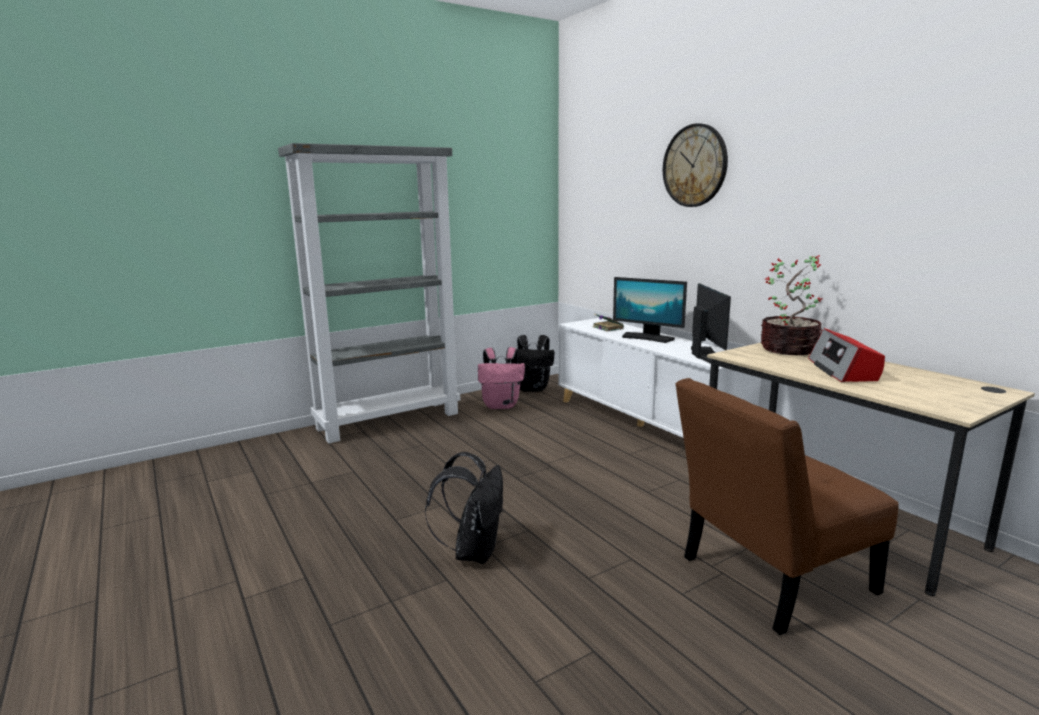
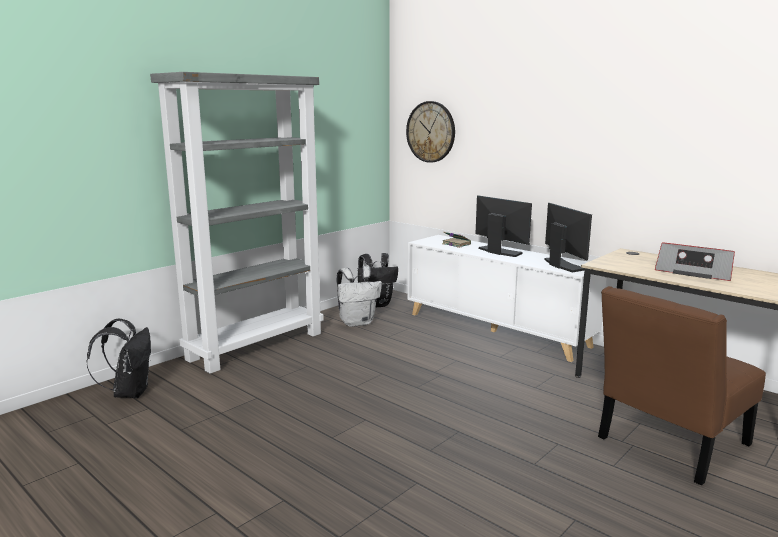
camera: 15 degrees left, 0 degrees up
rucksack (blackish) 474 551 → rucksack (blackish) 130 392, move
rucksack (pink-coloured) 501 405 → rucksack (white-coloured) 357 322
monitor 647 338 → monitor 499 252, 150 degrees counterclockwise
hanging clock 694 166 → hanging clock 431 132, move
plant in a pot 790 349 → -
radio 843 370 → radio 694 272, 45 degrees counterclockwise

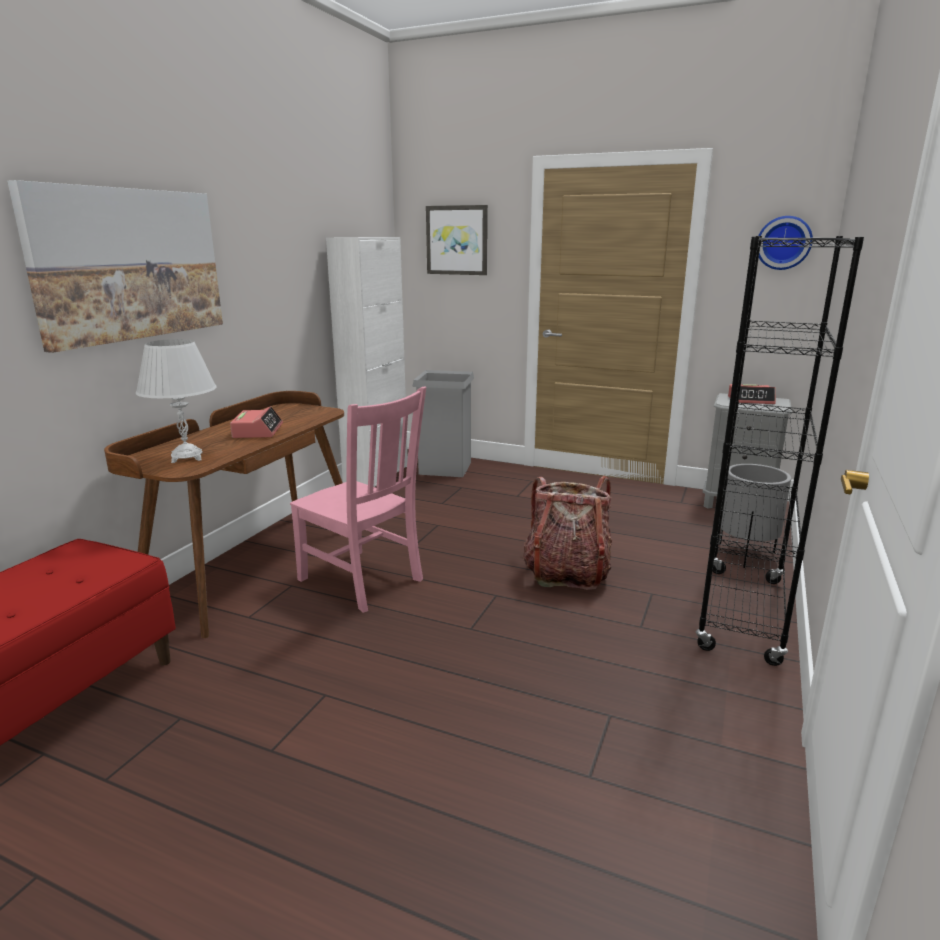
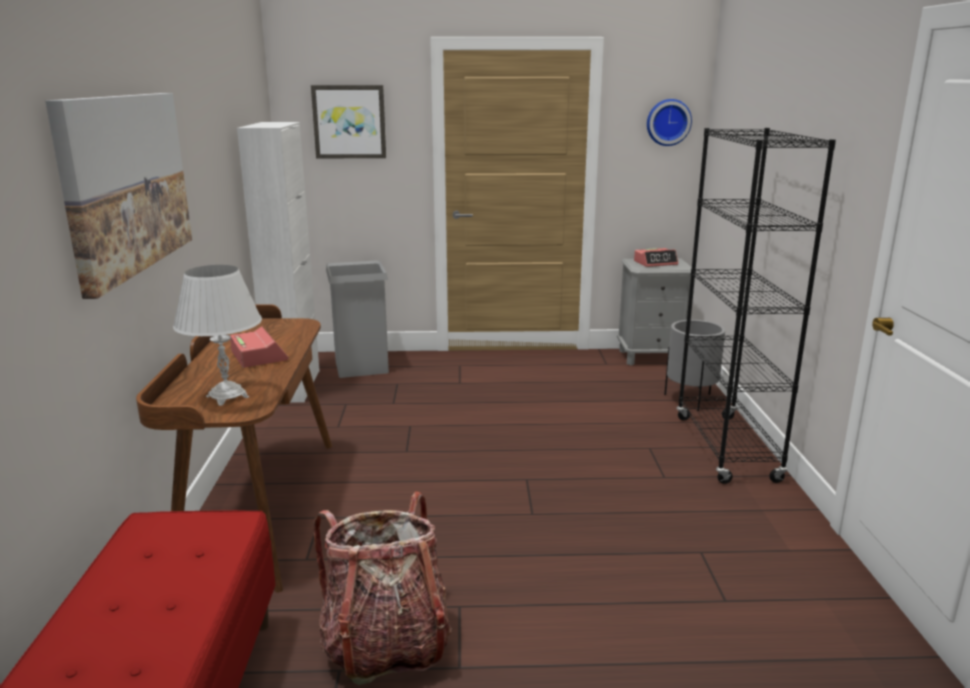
camera: 25 degrees left, 0 degrees up
plain chair (pink-coloured) 363 581 → -
rucksack 566 573 → rucksack 386 645, move

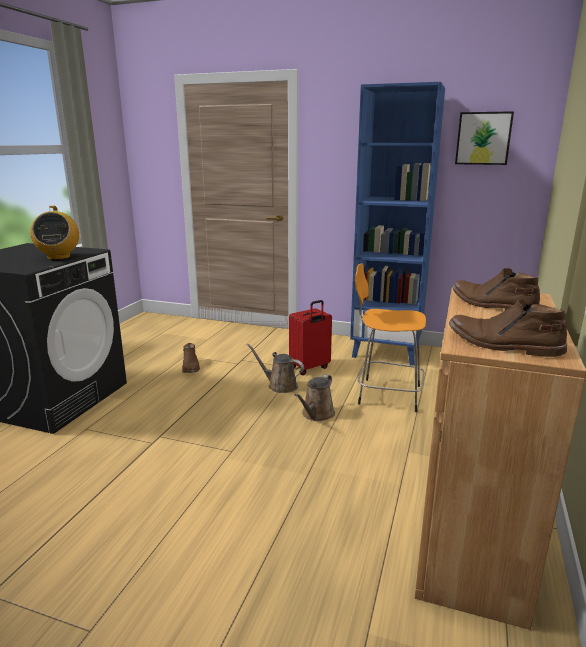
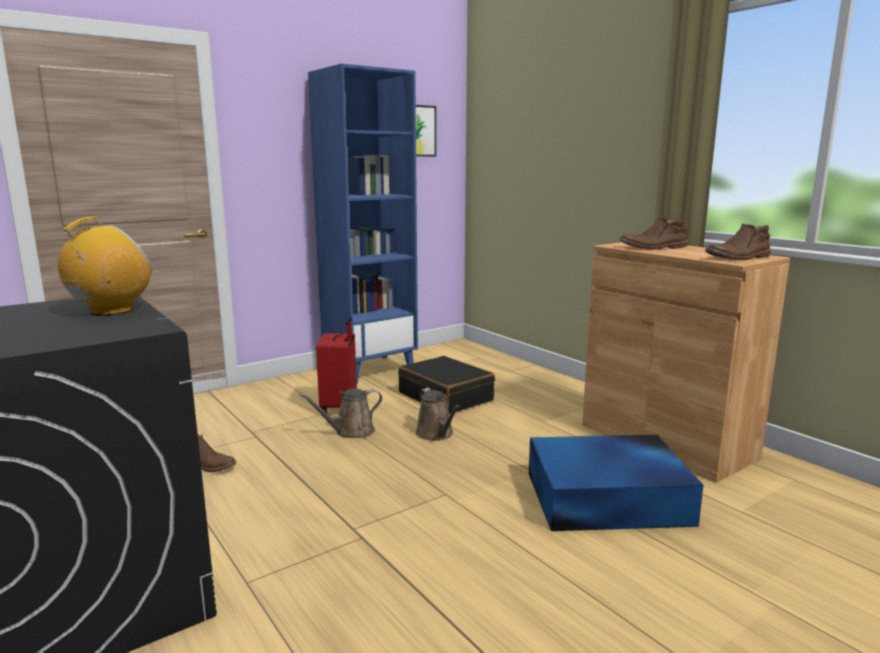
camera: 55 degrees left, 5 degrees down
radio 59 257 → radio 111 311, 75 degrees counterclockwise
sitting stool (orange) 386 394 → piece of luggage (blackish) 446 397
- → storage bin (blue) 609 498

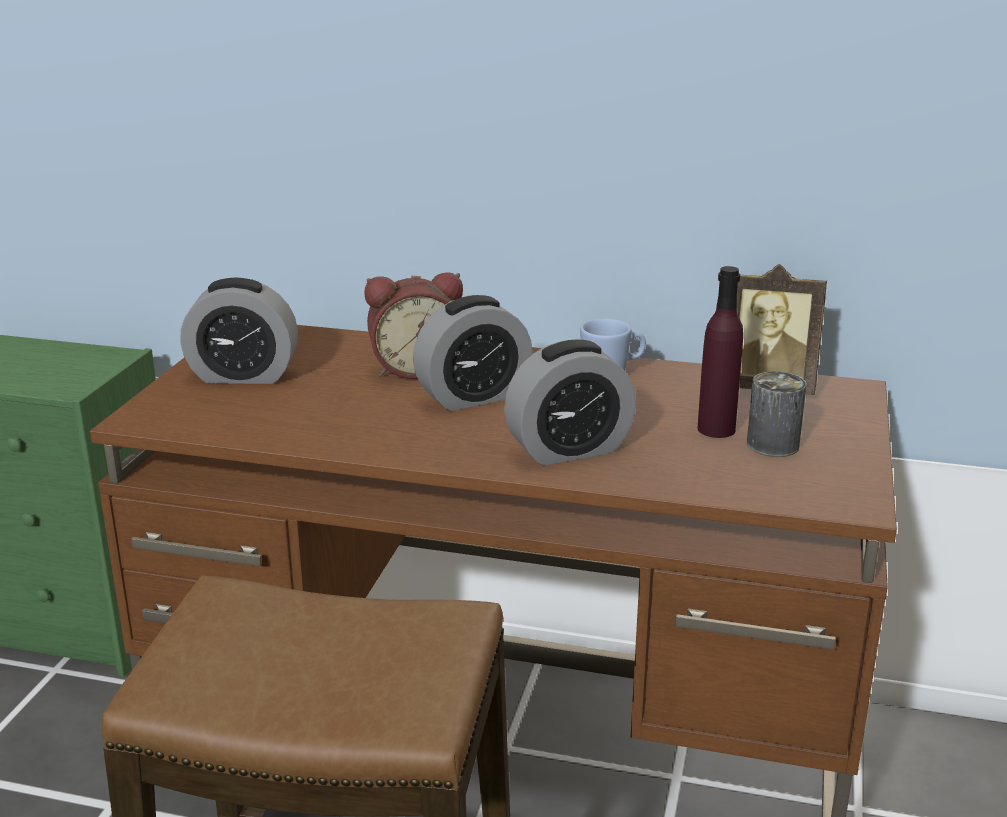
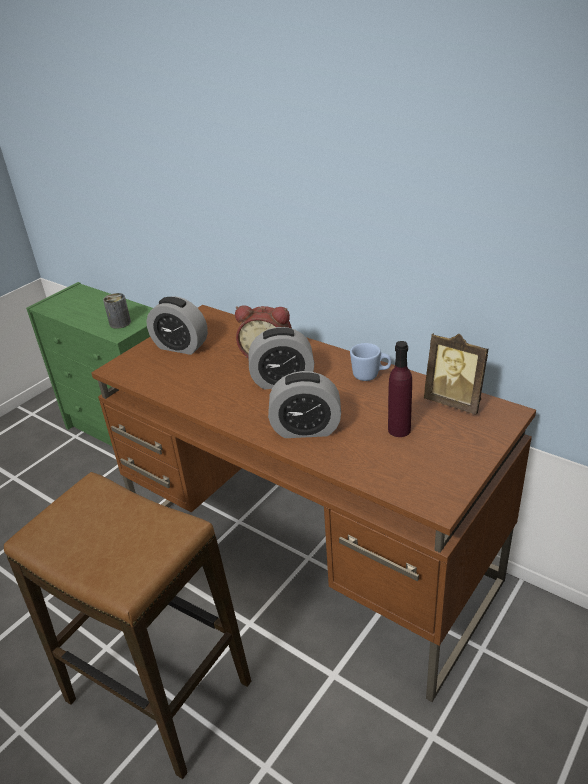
camera: 25 degrees right, 10 degrees up
can 772 445 → can 120 323, move

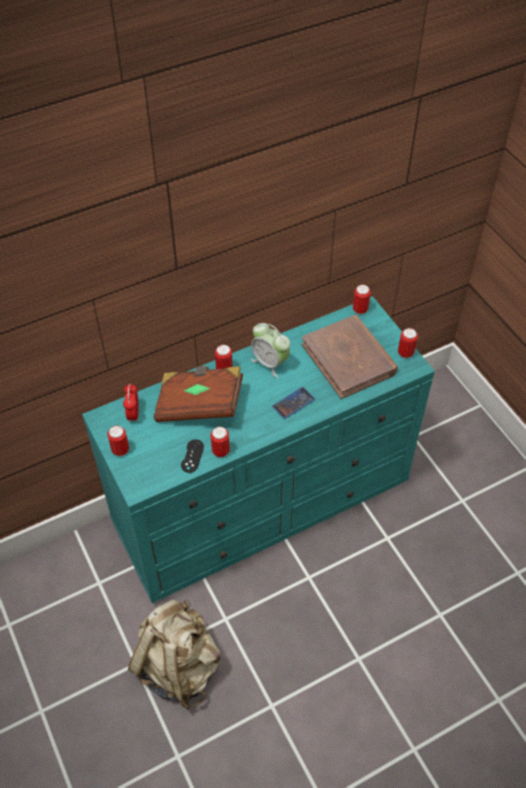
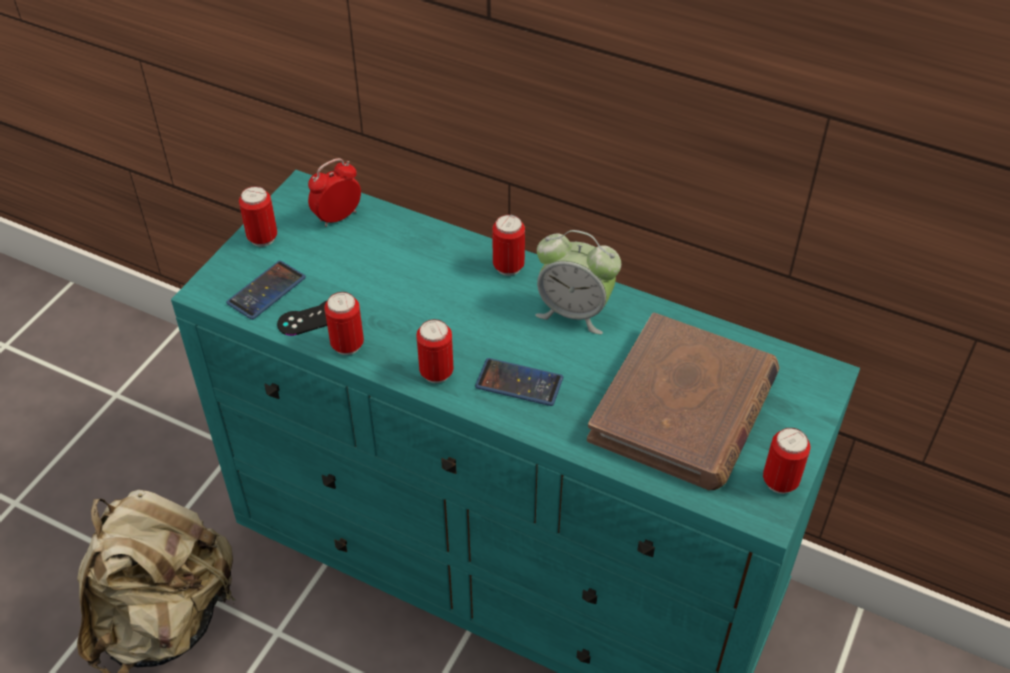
camera: 55 degrees right, 5 degrees down
book (brown) 199 404 → -
alarm clock 270 362 → alarm clock 574 311, 75 degrees counterclockwise
can 360 309 → can 436 373, move
- → handset 266 291

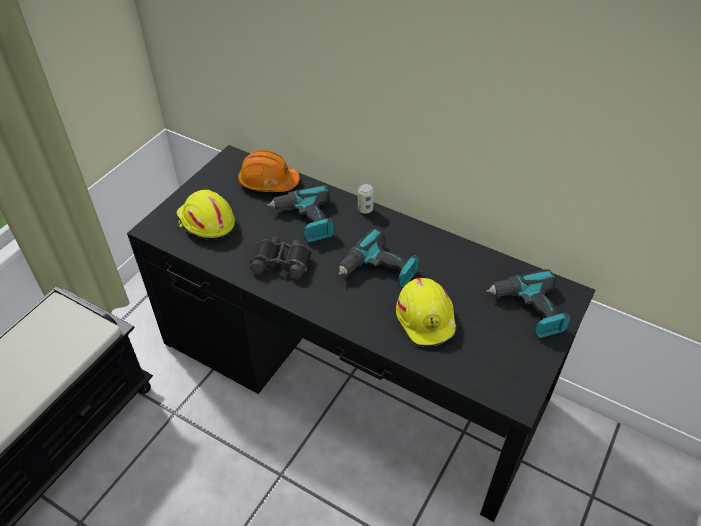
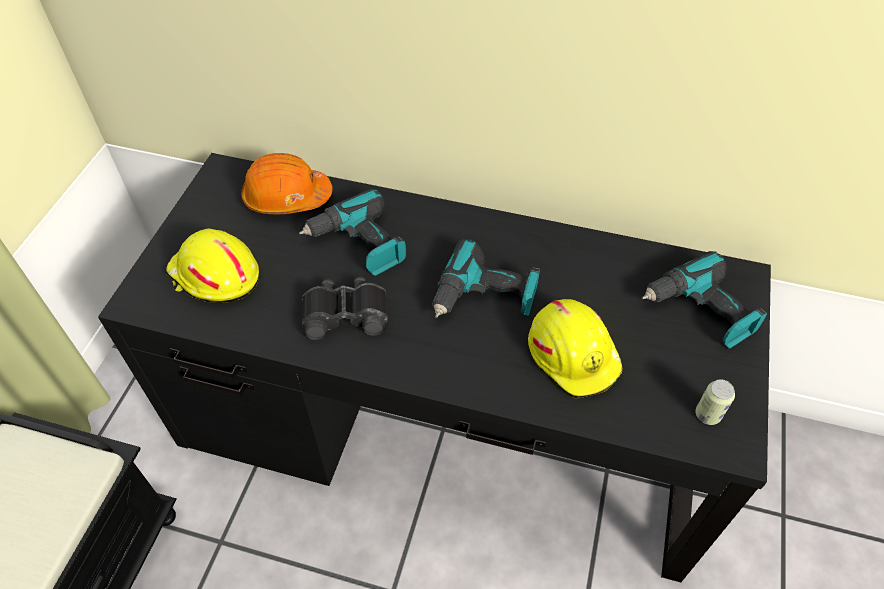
camera: 15 degrees left, 5 degrees up
can 365 209 → can 708 414, move

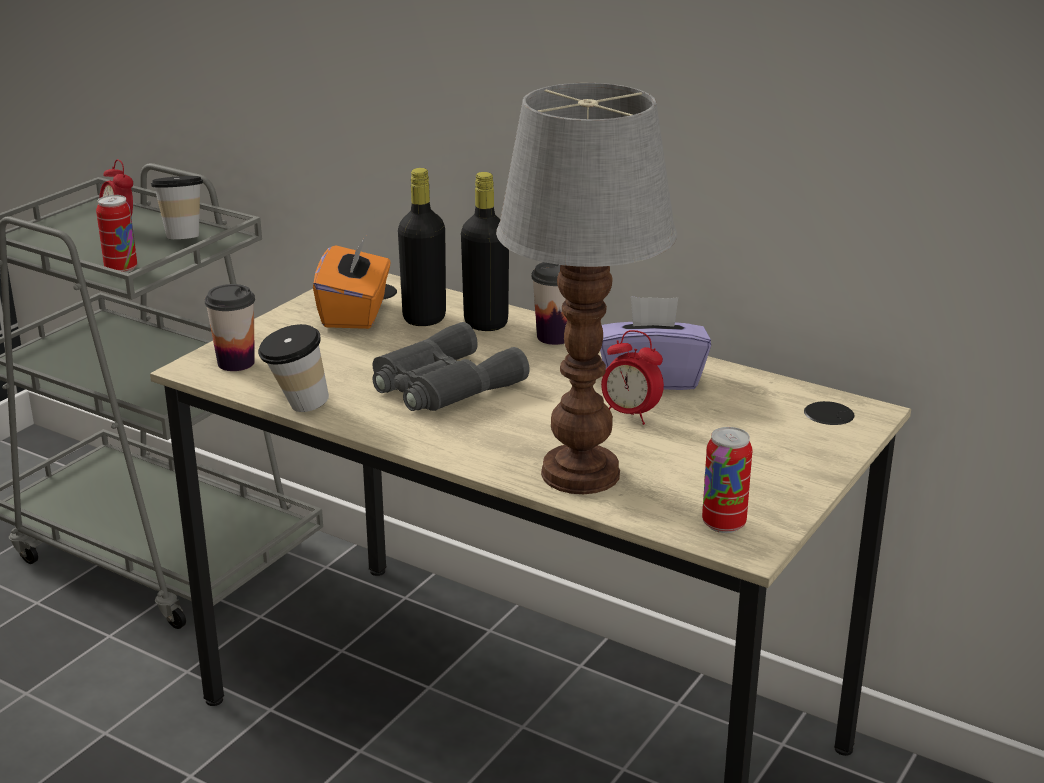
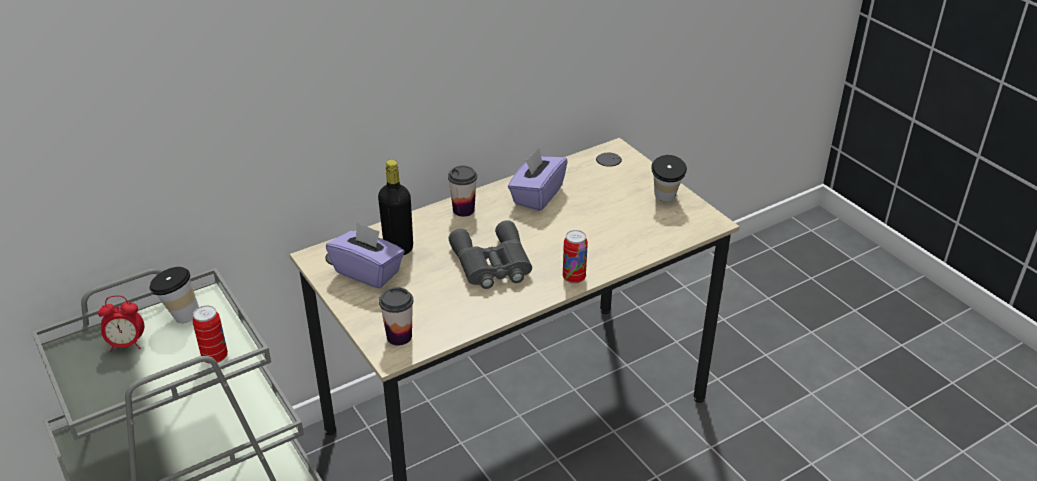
camera: 65 degrees left, 10 degrees up
cup 296 407 → cup 665 200, move
tissue box (orange) 355 313 → tissue box (purple) 368 272
beverage bottle (blackish) 486 323 → -
tabletop lamp 583 474 → -
alarm clock 629 415 → -
can 723 524 → can 574 278, move

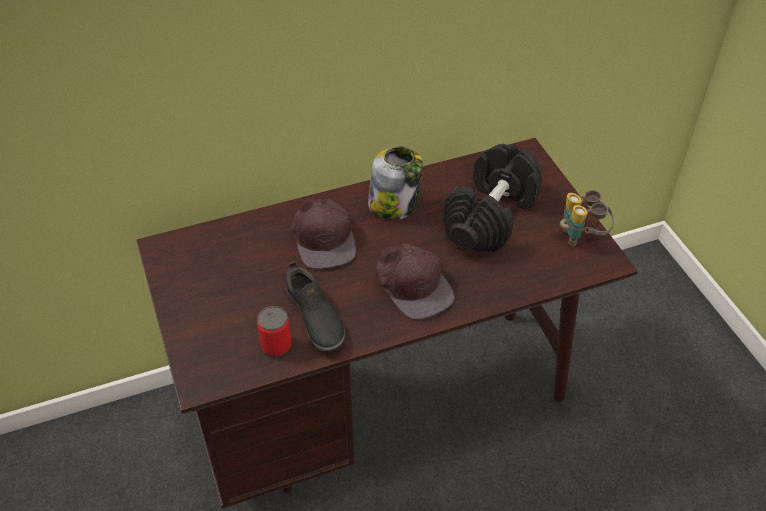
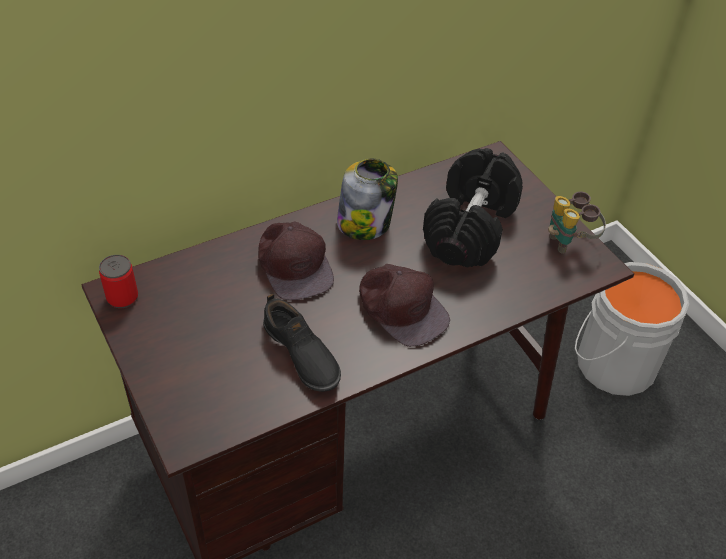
camera: 10 degrees left, 0 degrees up
can 276 345 → can 122 298, move
- → bucket (gray) 611 362

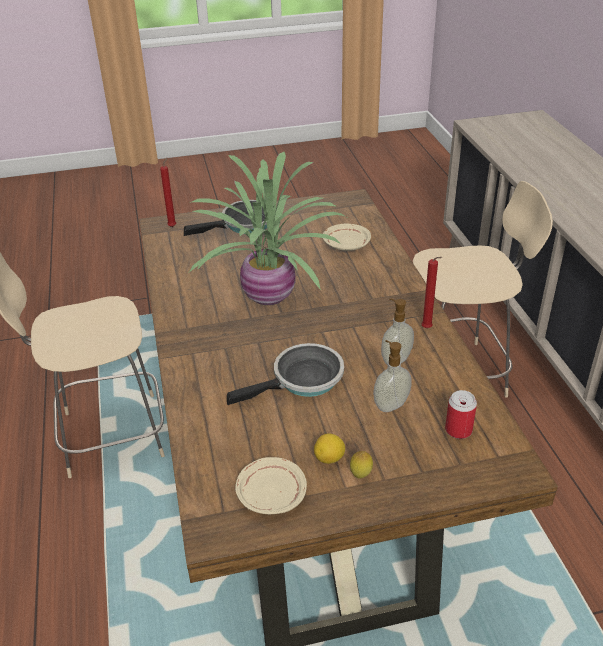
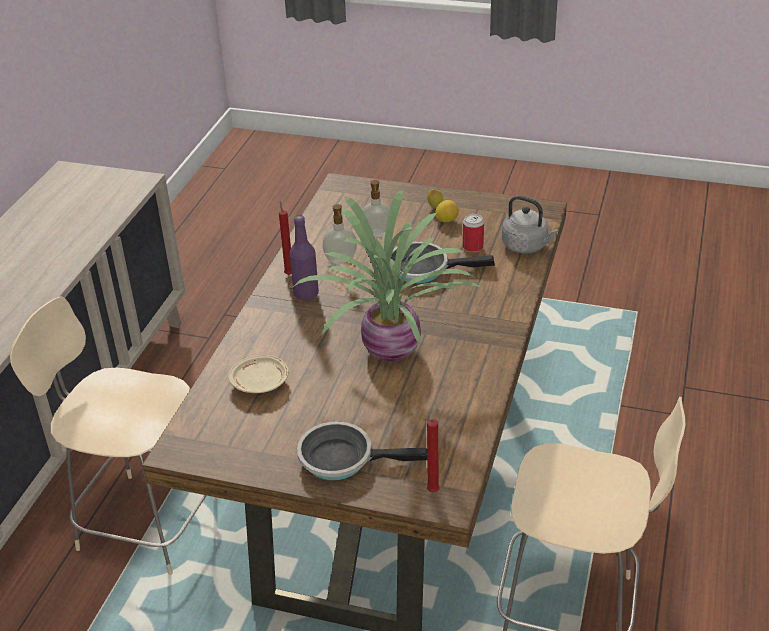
camera: 150 degrees left, 0 degrees up
plate (beige) 271 494 → -
can 458 430 → can 473 247, move
- → beverage bottle (purple) 306 294
- → tea kettle (gray) 527 246

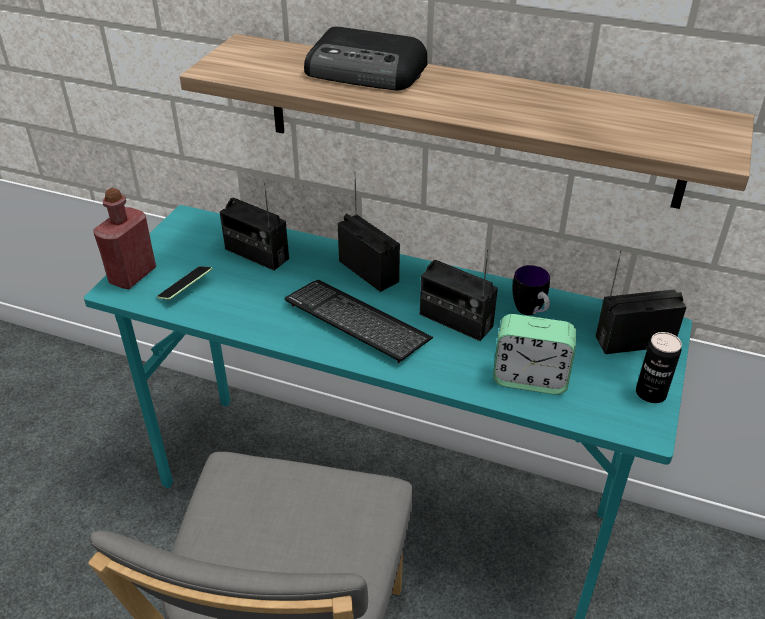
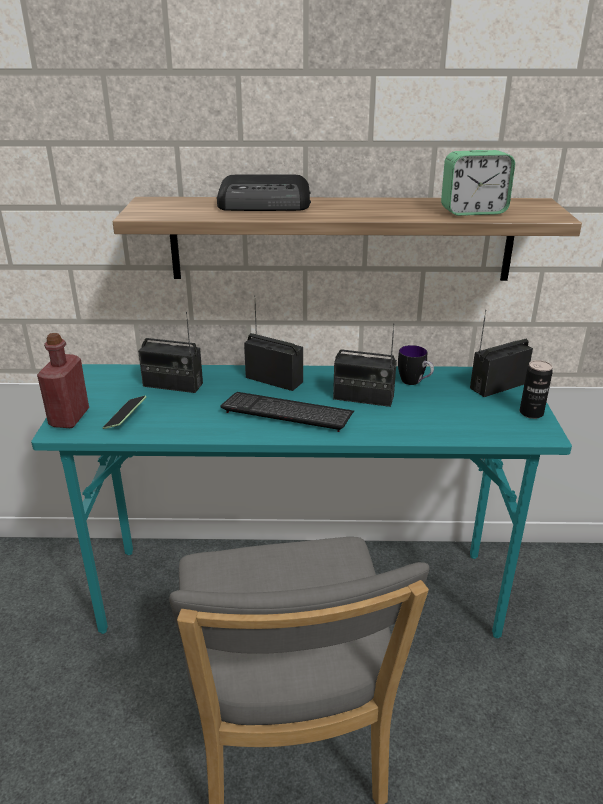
camera: 20 degrees left, 10 degrees down
alarm clock 530 379 → alarm clock 473 211, move

